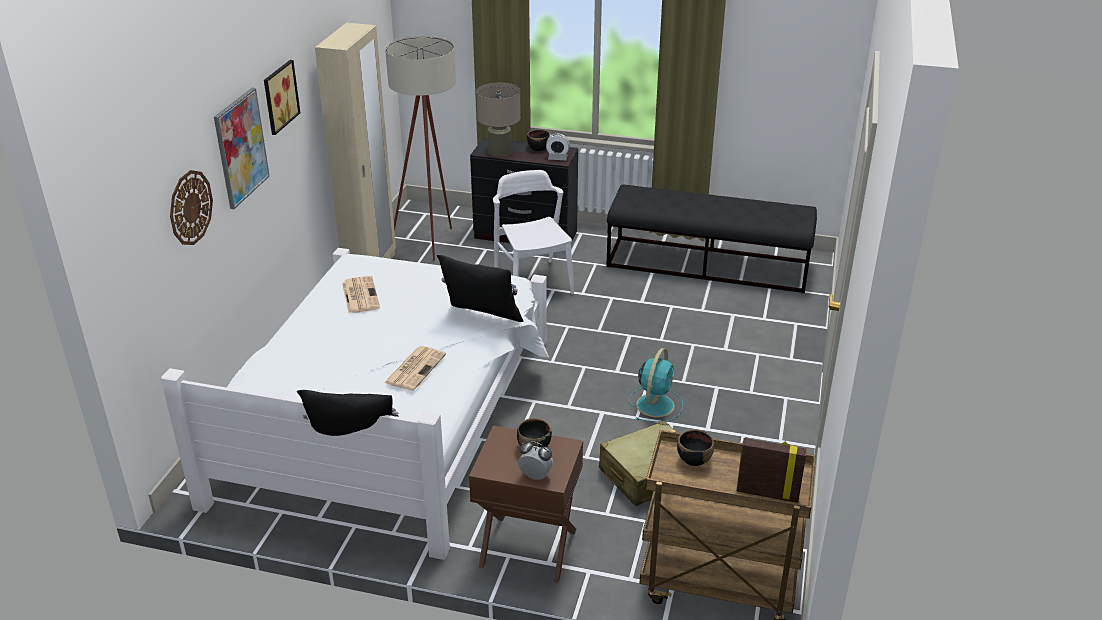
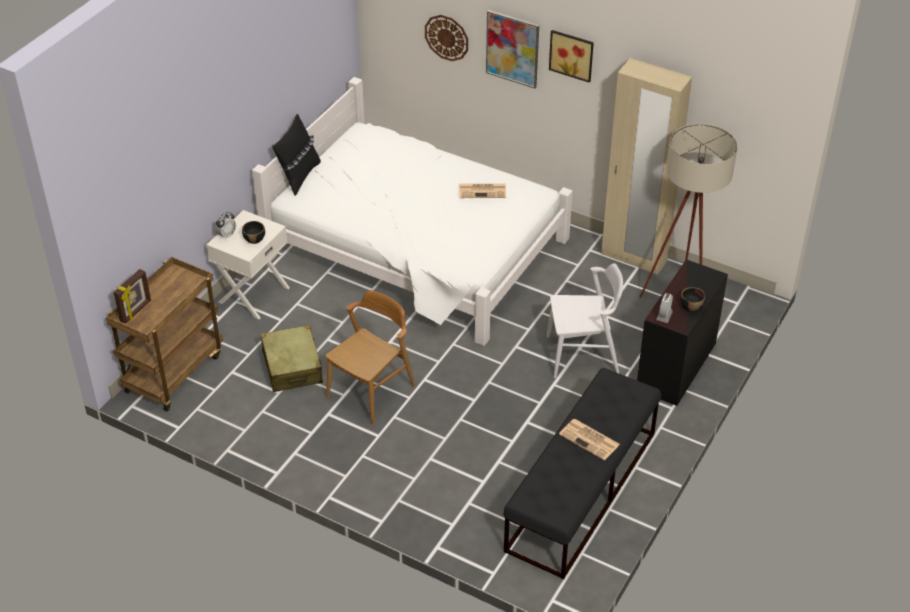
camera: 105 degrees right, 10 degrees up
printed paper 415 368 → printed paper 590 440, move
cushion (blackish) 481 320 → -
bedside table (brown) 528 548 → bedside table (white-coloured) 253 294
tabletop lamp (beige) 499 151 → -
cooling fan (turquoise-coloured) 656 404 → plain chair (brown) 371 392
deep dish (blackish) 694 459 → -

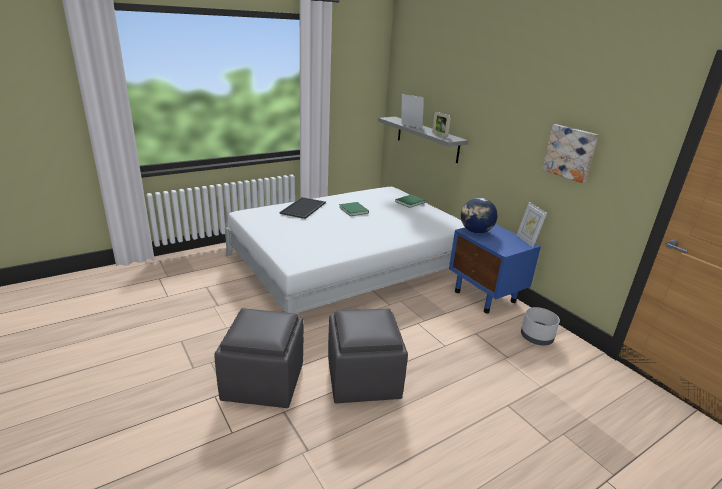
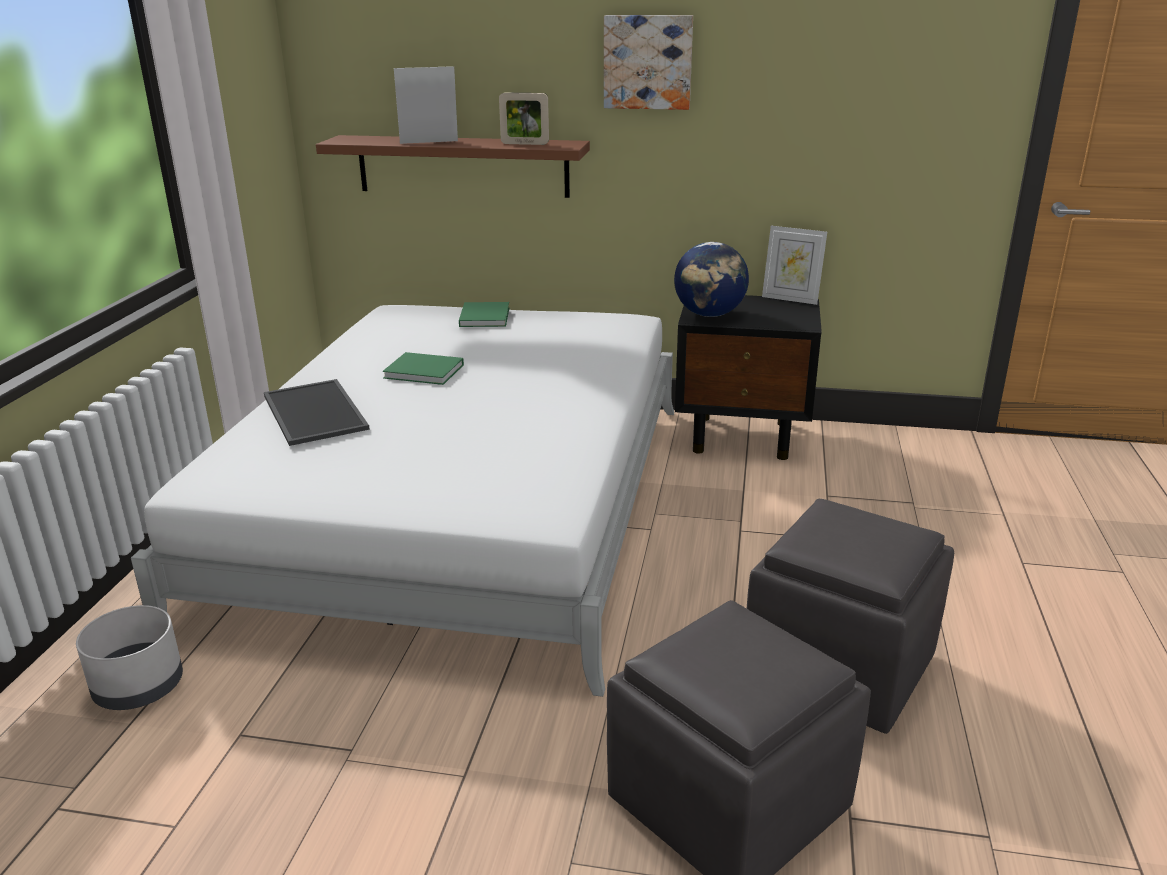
camera: 45 degrees left, 0 degrees up
wall shelf (gray) 427 139 → wall shelf (brown) 462 166
bedside table (blue) 485 297 → bedside table (blackish) 743 437
planter (gray) 536 337 → planter (gray) 138 687, move
wall picture 570 152 → wall picture 648 62, move

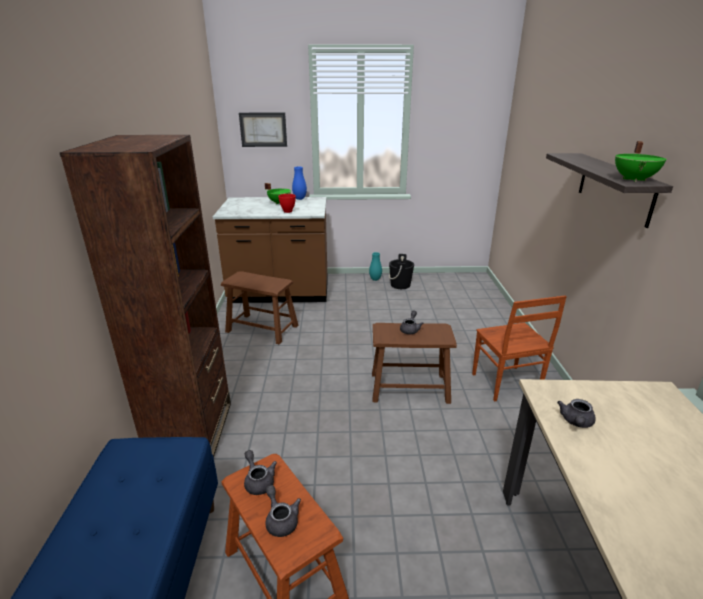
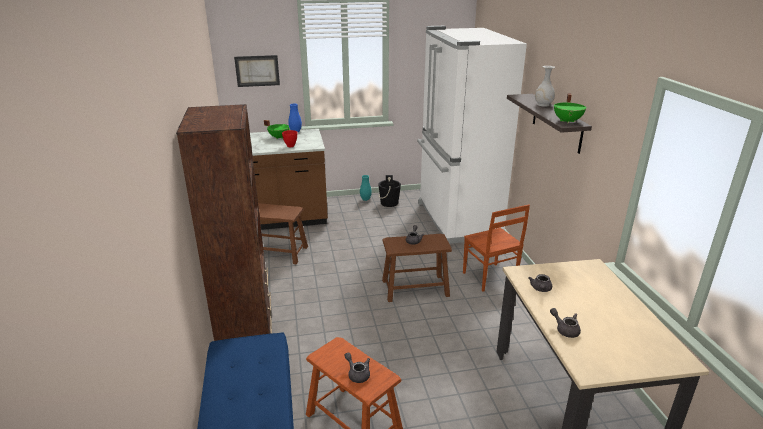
camera: 10 degrees left, 0 degrees up
pot for tea (gray) 258 481 → pot for tea (gray) 565 329, move
- → kitchen fridge (white-coloured) 456 220
- → decorative vase (white-coloured) 543 104

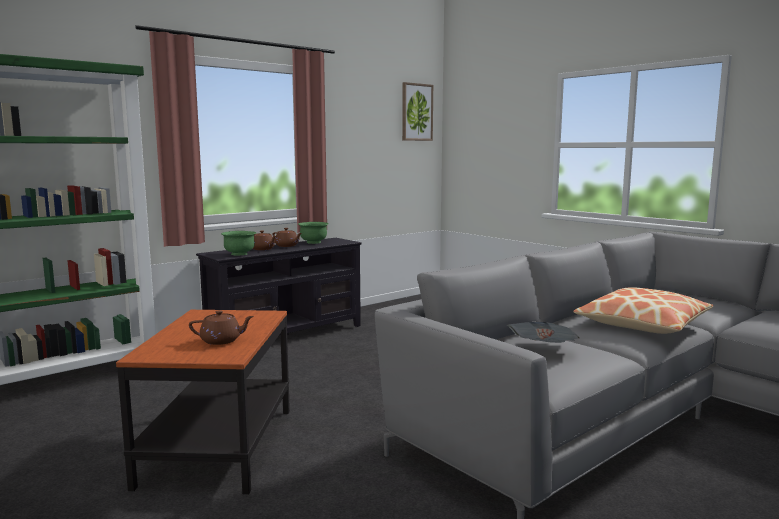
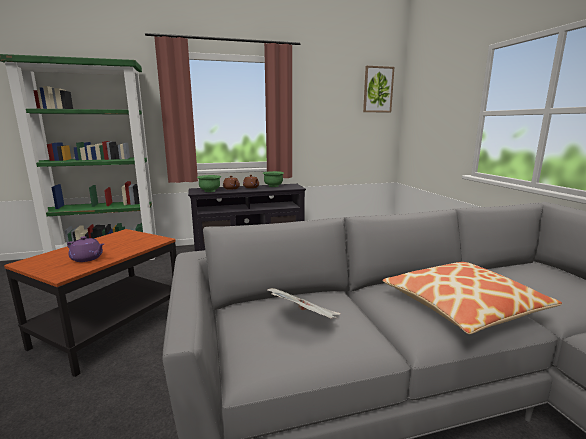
camera: 25 degrees right, 5 degrees up
pot for tea (brown) 222 341 → pot for tea (purple) 87 258

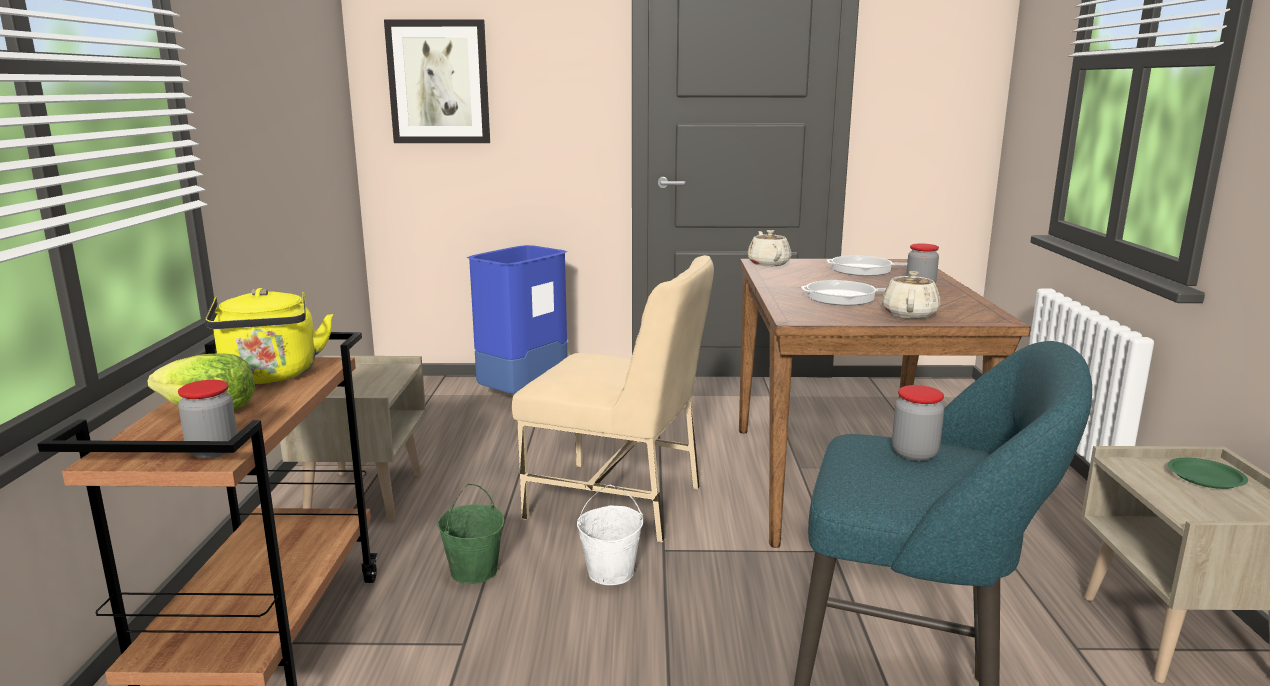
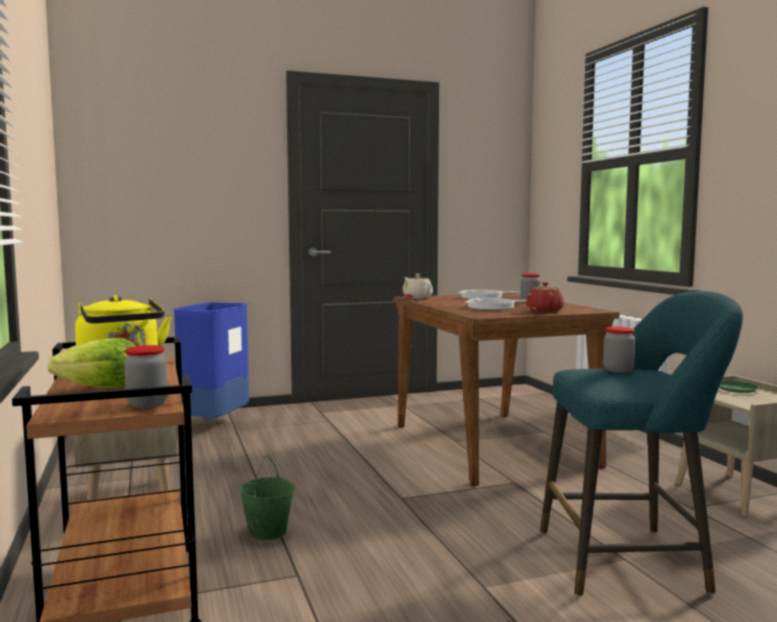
camera: 20 degrees left, 10 degrees down
wall picture 439 82 → -
plain chair (beige) 618 502 → -
bucket (white-coloured) 611 572 → -
pot for tea (beige) 909 313 → pot for tea (reddish) 544 311

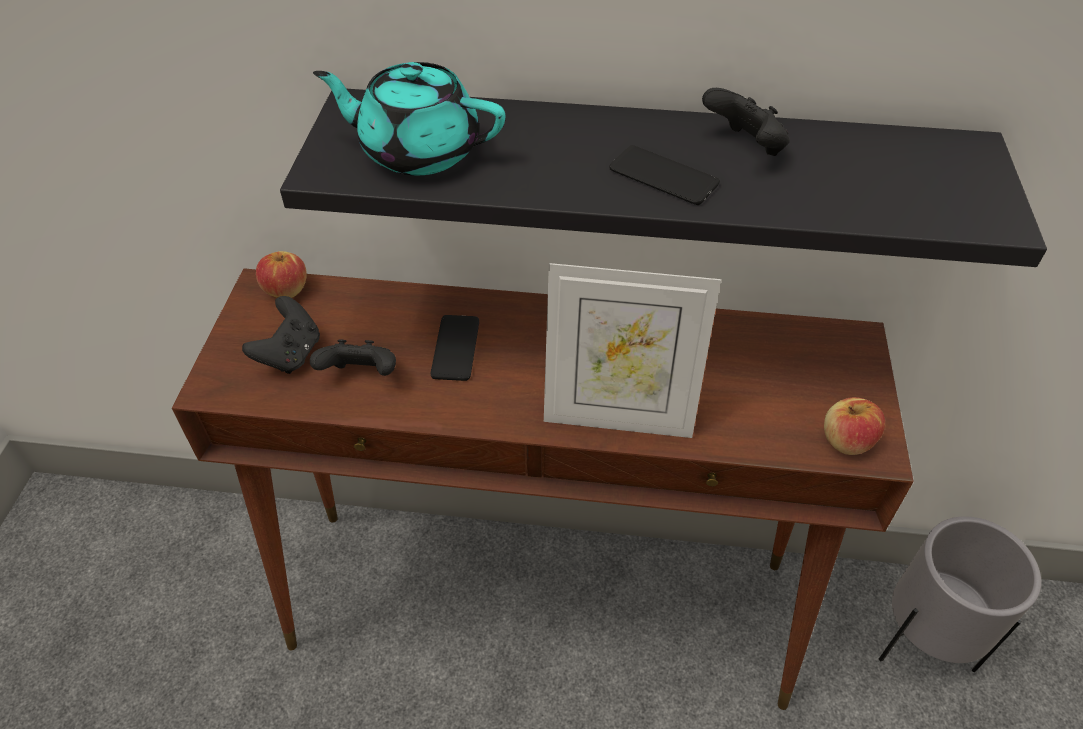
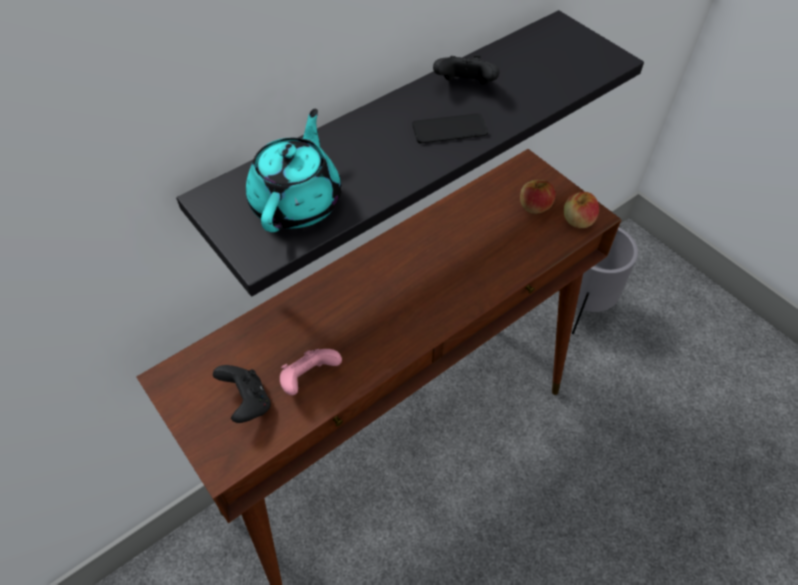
camera: 45 degrees left, 5 degrees up
apple 286 289 → apple 534 206, move
game controller (blackish) 361 376 → game controller (pink-coloured) 309 379
pot for tea (turquoise-coloured) 418 150 → pot for tea (turquoise-coloured) 298 202, 135 degrees clockwise
handset 455 348 → -
picture frame 618 417 → -

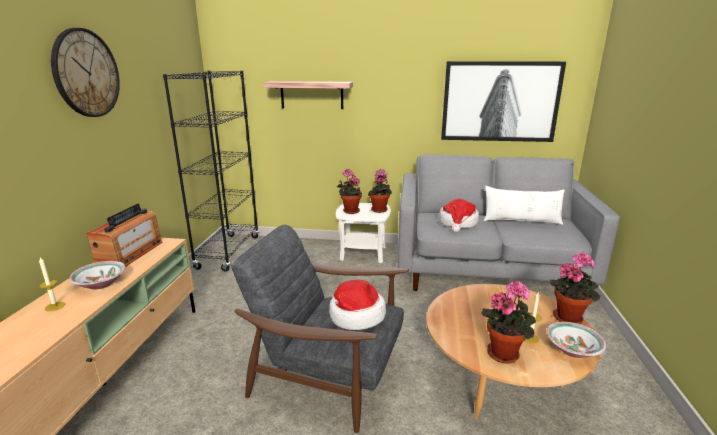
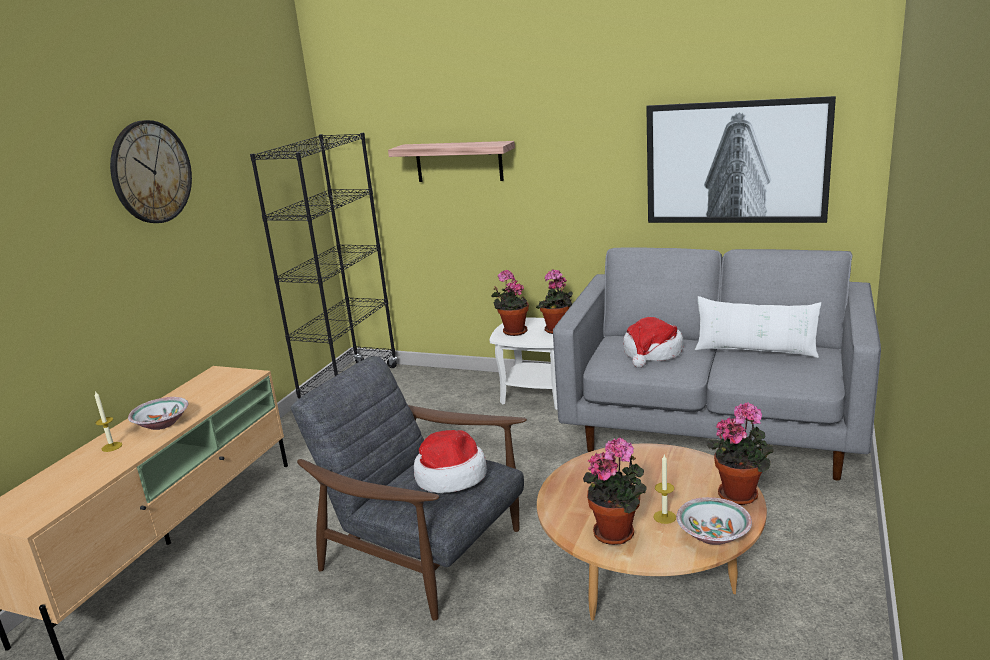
camera: 15 degrees right, 0 degrees up
radio 130 253 → -

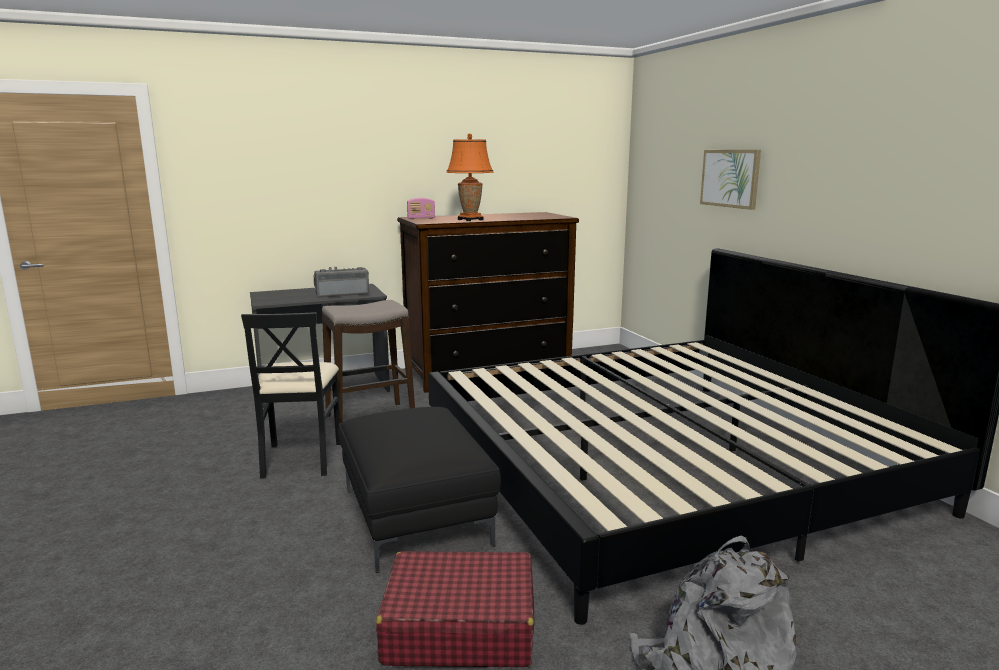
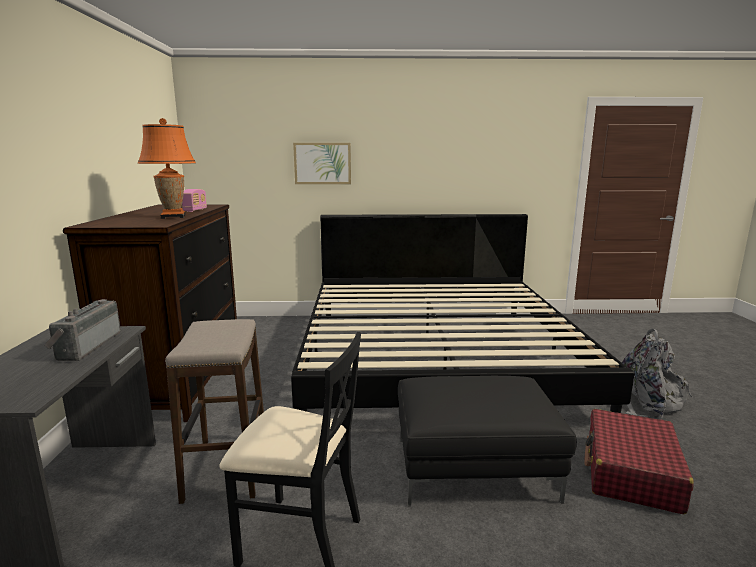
camera: 70 degrees left, 0 degrees up
radio 421 218 → radio 195 210, move

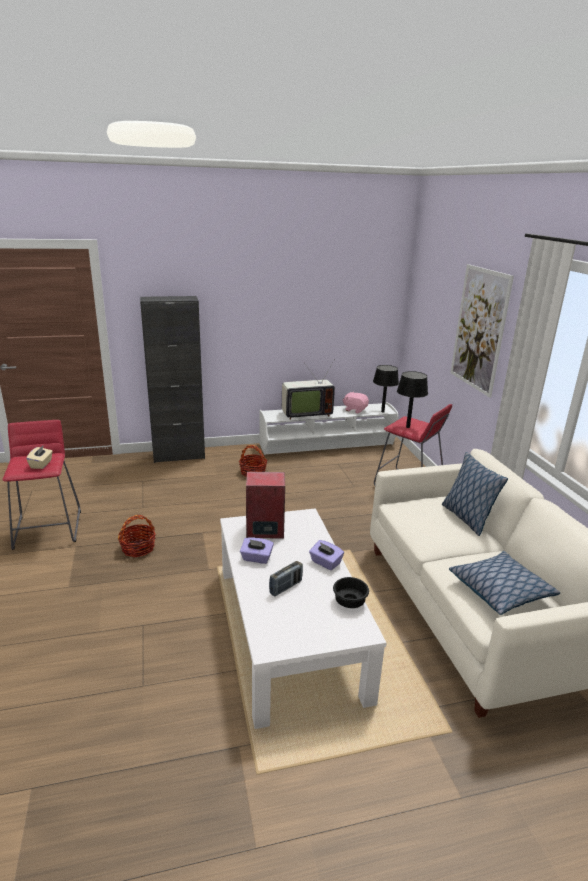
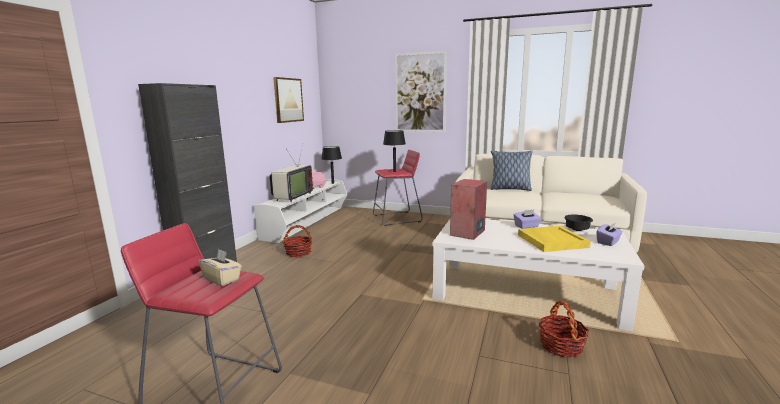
camera: 55 degrees left, 10 degrees down
basket 138 548 → basket 561 346, move
tissue box (purple) 256 558 → tissue box (purple) 608 242, move
radio 286 587 → carrying tray (yellow) 551 241
cushion 500 590 → -
- → wall picture 288 100

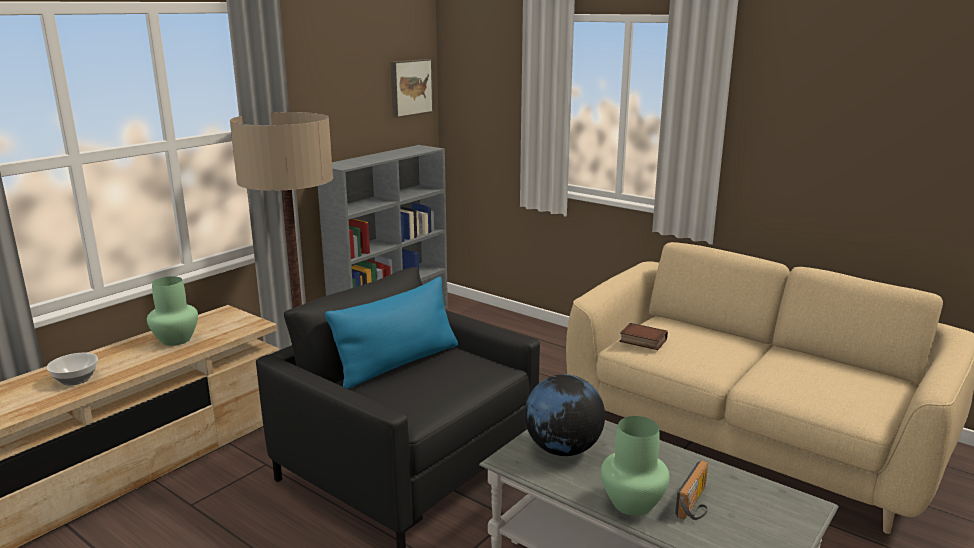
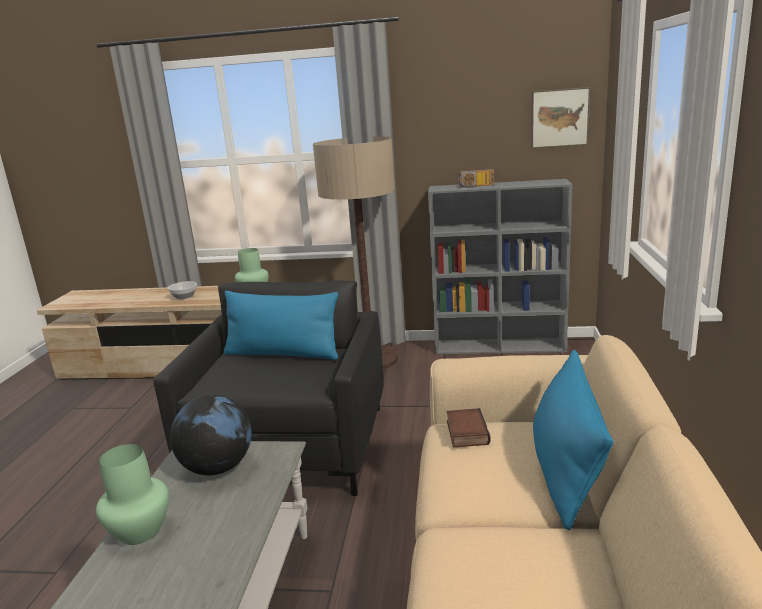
camera: 60 degrees right, 0 degrees up
radio 696 505 → radio 476 186, move
- → cushion (blue) 566 469

